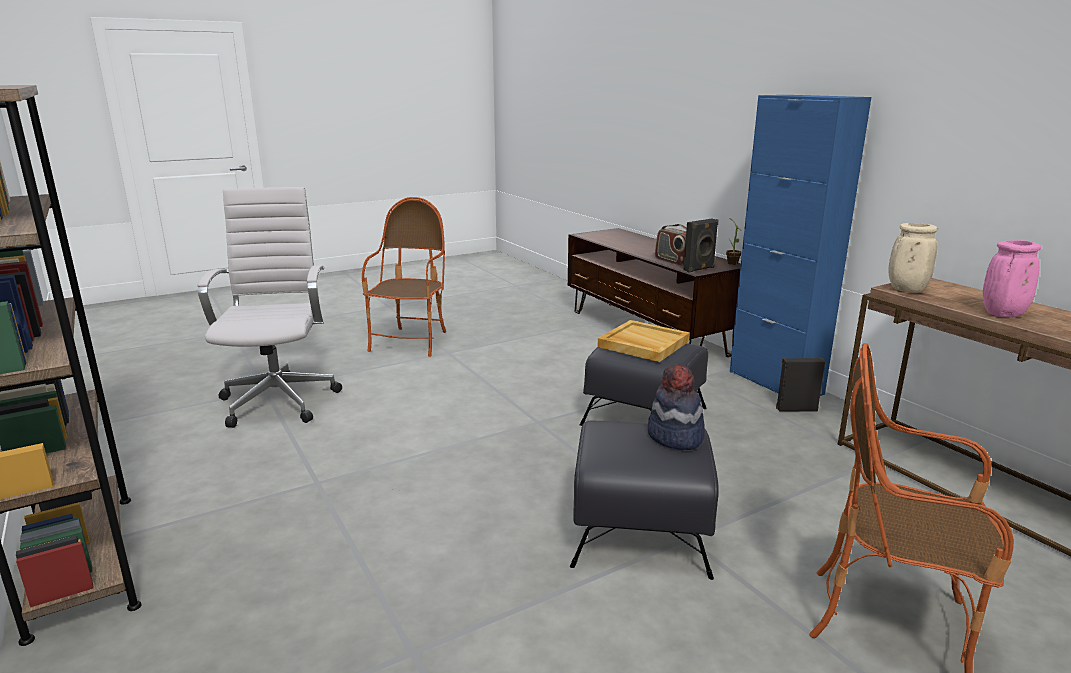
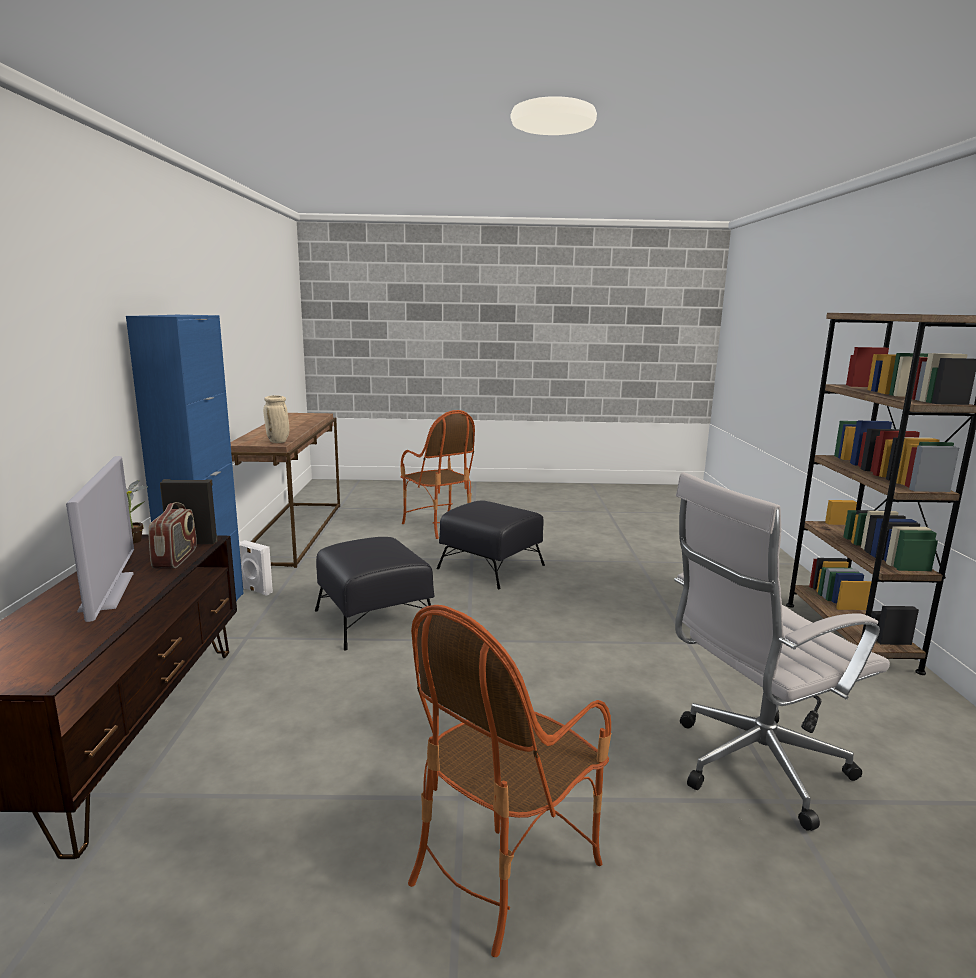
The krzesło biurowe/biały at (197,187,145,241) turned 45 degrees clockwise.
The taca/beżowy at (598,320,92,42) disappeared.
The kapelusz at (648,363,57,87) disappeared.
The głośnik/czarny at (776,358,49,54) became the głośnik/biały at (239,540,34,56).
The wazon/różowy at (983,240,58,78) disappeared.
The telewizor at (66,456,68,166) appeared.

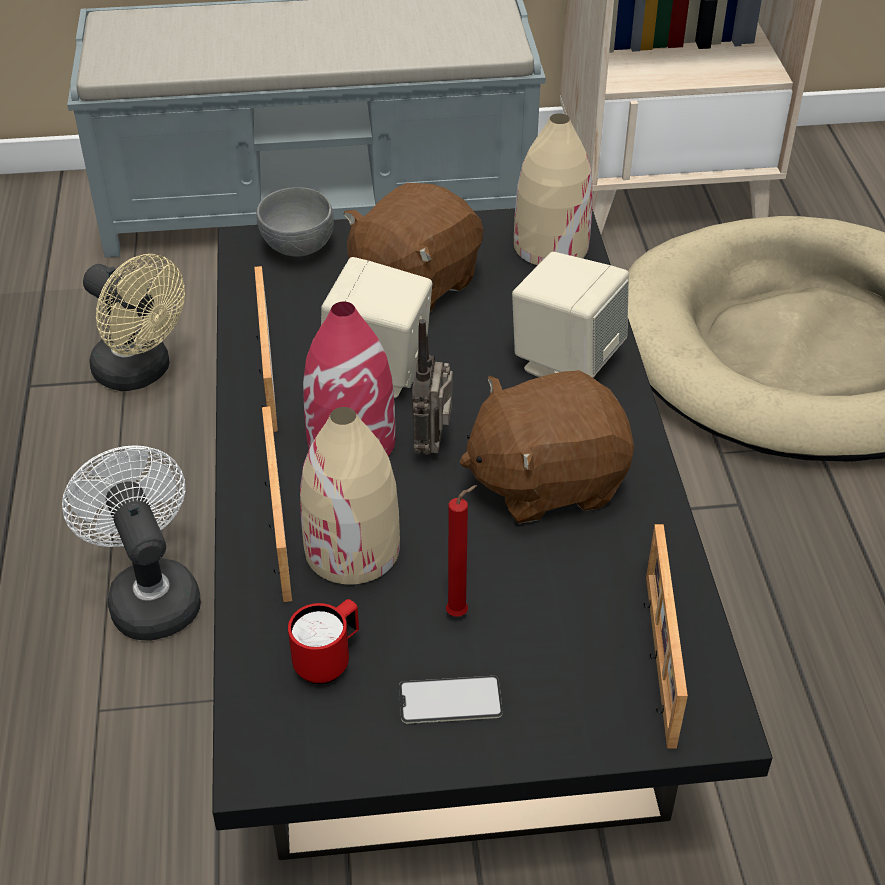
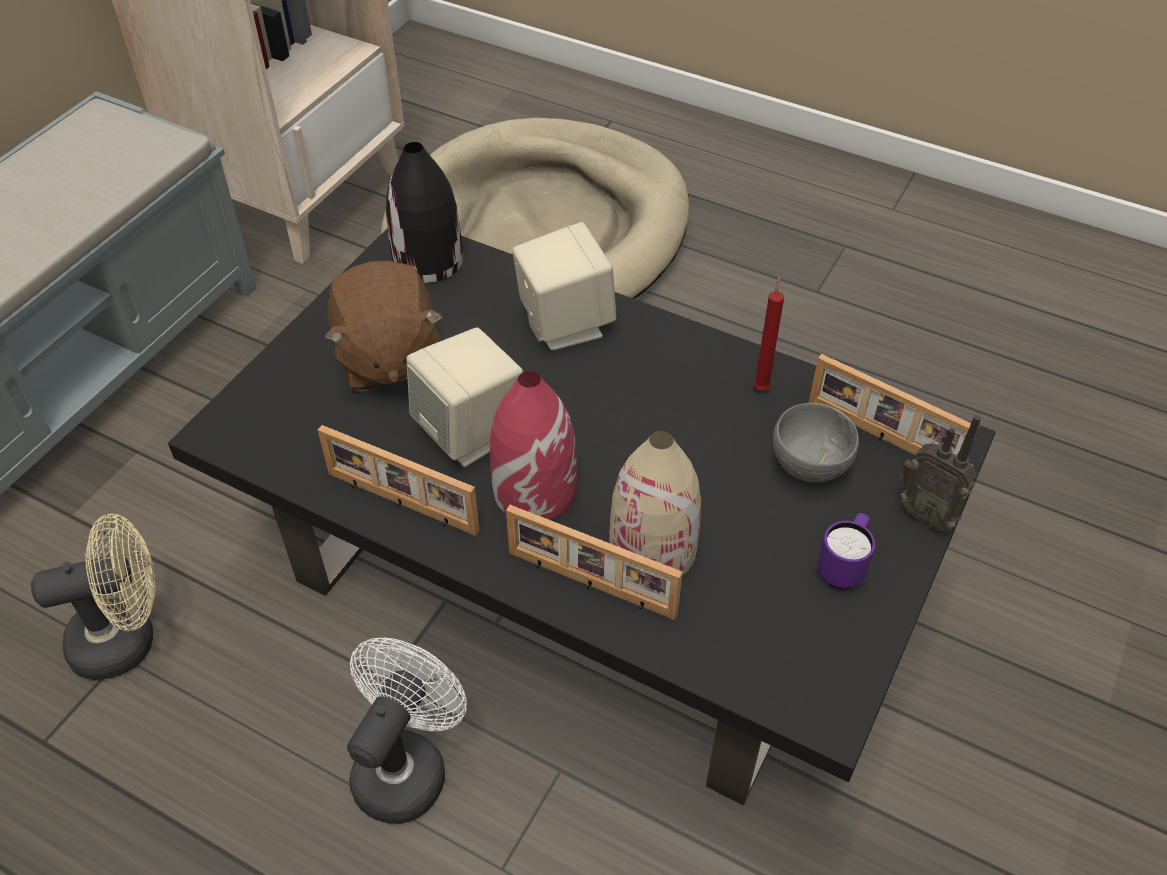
The wentylator/biały at (62,445,139,196) turned 105 degrees clockwise.
The miska/szary moved from (256,187,78,70) to (773,403,86,79).
The kubek/czerwony at (288,599,71,85) disappeared.
The telefon at (399,675,104,49) was replaced by the kubek/fioletowy at (817,513,58,76).
The radio moved from (412,319,41,136) to (899,415,82,116).
The świeca/czerwony moved from (446,485,31,132) to (753,275,31,115).
The pluszak/brązowy at (460,370,174,154) disappeared.
The wazon/beżowy at (514,113,79,152) became the wazon/czarny at (386,142,77,141).

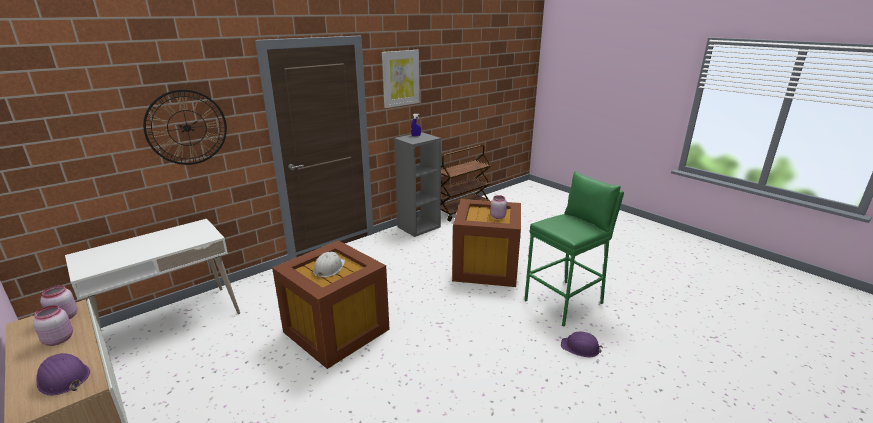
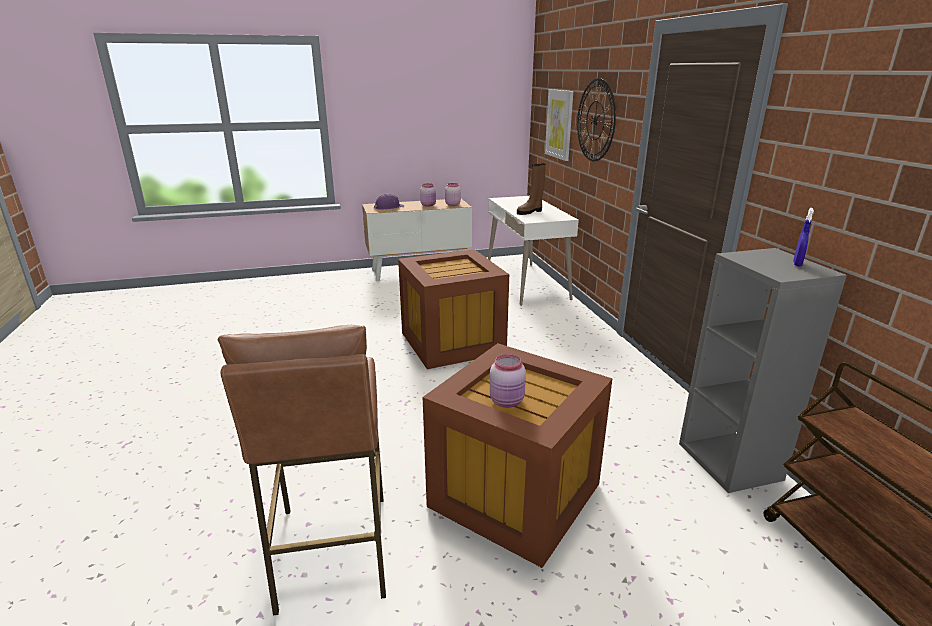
The kask/biały at (313,252,32,27) disappeared.
The obraz moved from (382,50,38,58) to (545,89,28,72).
The stołek/zielony at (524,171,100,156) became the stołek/brązowy at (217,325,169,291).
The kask/fioletowy at (561,332,42,25) disappeared.
The but z cholewką/brązowy at (517,163,29,52) appeared.

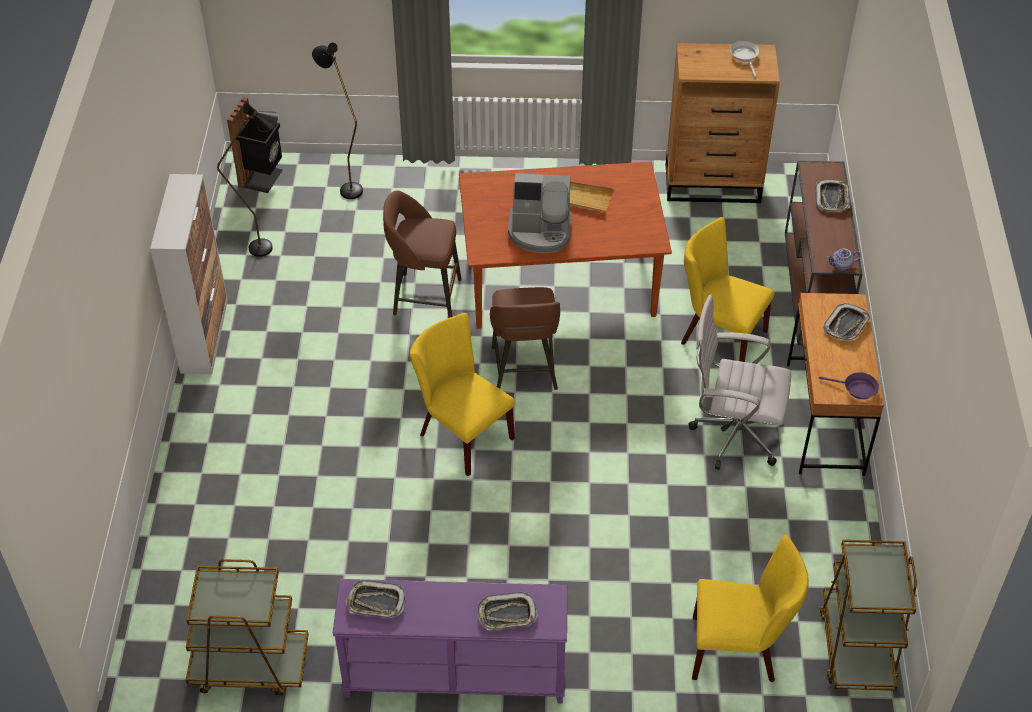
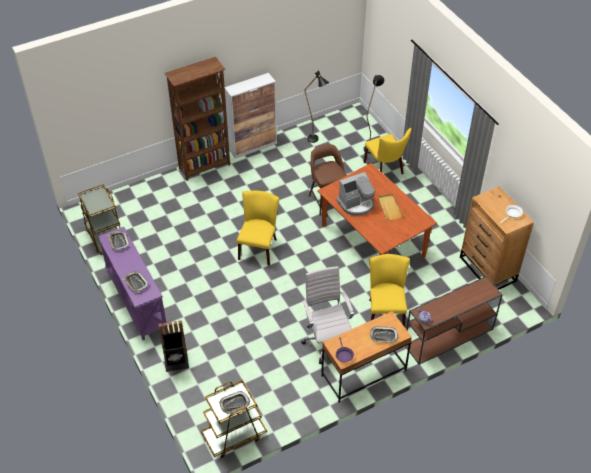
The kosz na śmieci/czarny moved from (227,97,56,96) to (158,320,31,52).
The stołek/brązowy at (490,287,70,103) disappeared.
The ekspres do kawy at (508,173,64,80) turned 90 degrees counterclockwise.
The krzesło/żółty moved from (692,535,117,148) to (363,128,48,47).
The taca moved from (815,179,35,33) to (219,391,31,23).
The regał/brązowy at (165,57,65,124) appeared.

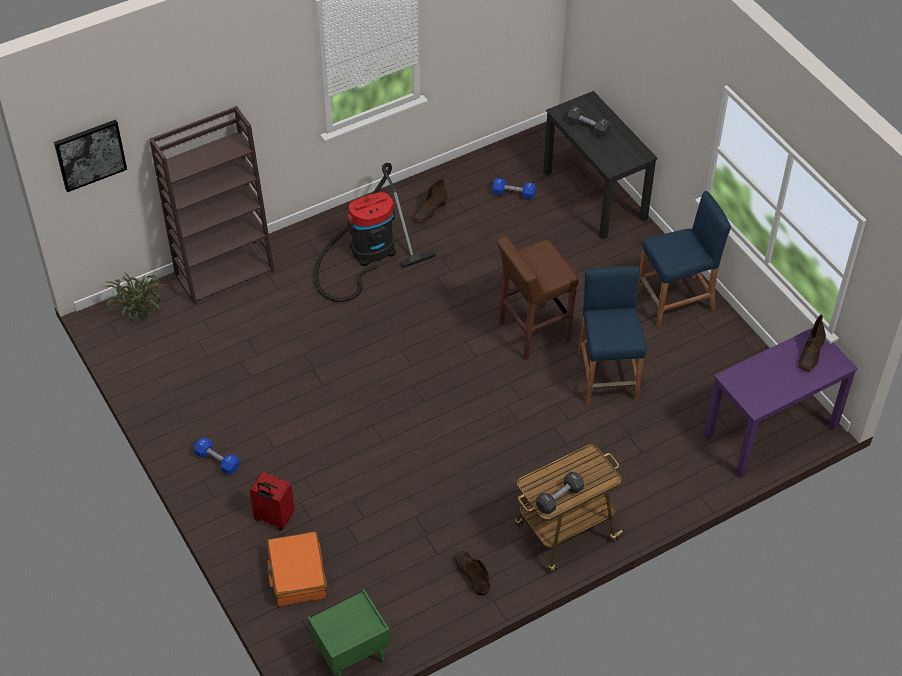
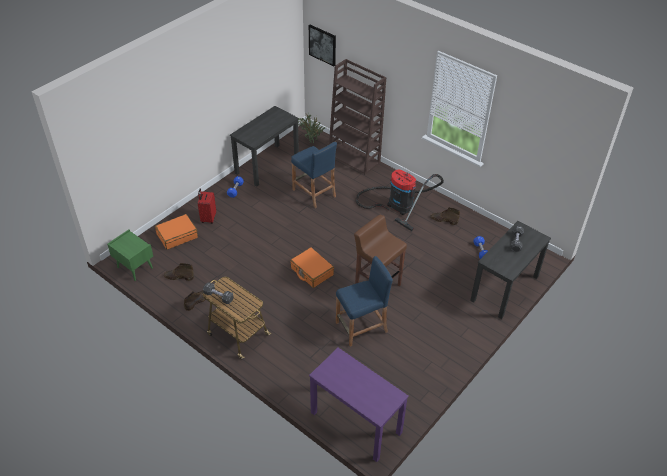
The stołek/niebieski moved from (638,191,93,136) to (291,142,46,66).
The but z cholewką/brązowy moved from (799,314,27,57) to (164,263,30,18).
The biurko/czarny at (230,106,69,81) appeared.
The walizka/pomarańczowy at (290,247,44,41) appeared.

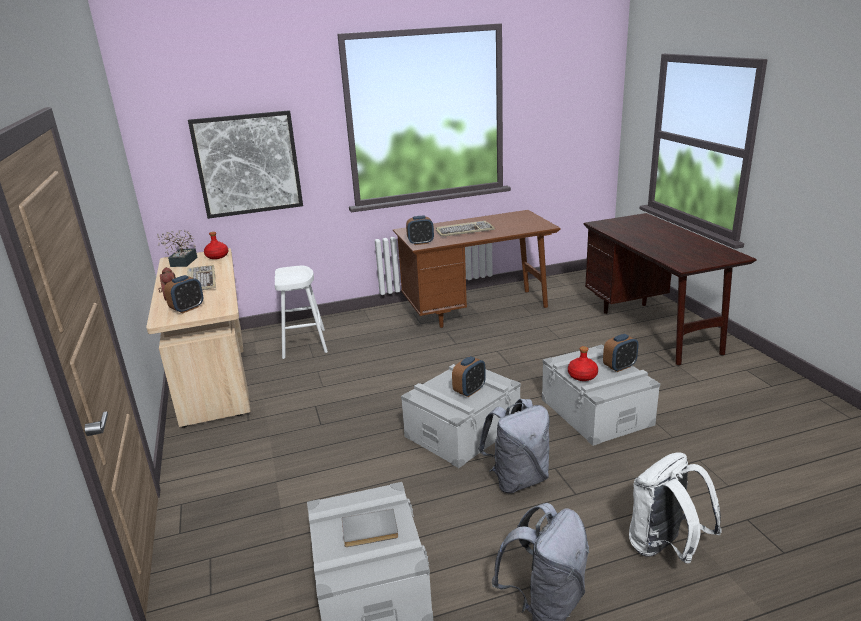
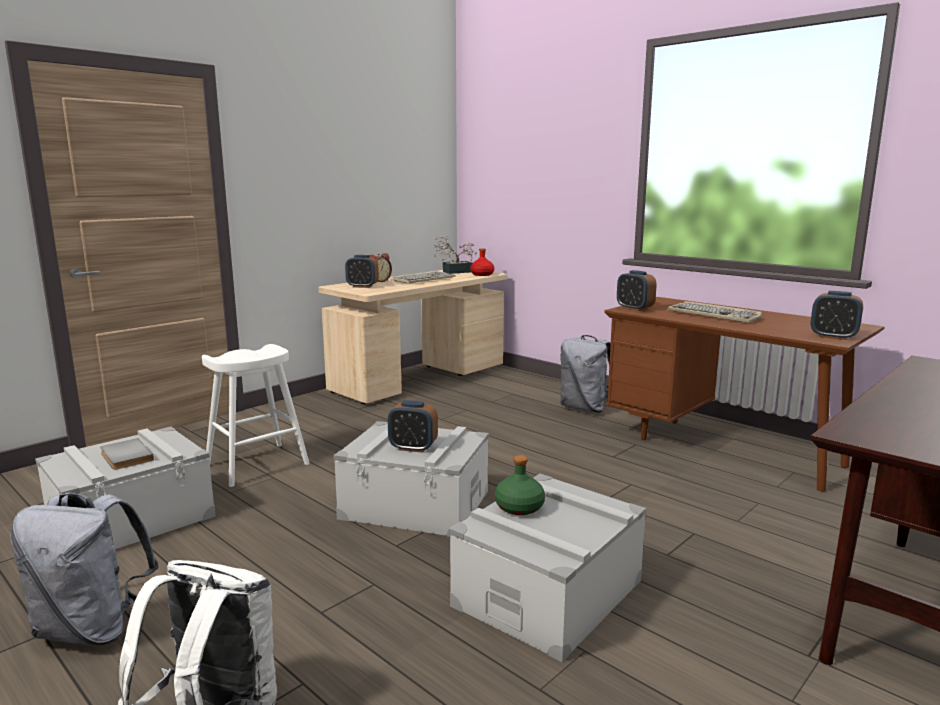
The obraz at (188,110,115,109) disappeared.
The stołek/biały moved from (275,266,53,93) to (202,344,108,143).
The plecak/szary moved from (478,399,72,94) to (560,335,51,78).
The butelka/czerwony at (568,346,30,35) became the butelka/zielony at (495,455,50,60).
The budzik moved from (603,334,35,38) to (811,291,52,49).

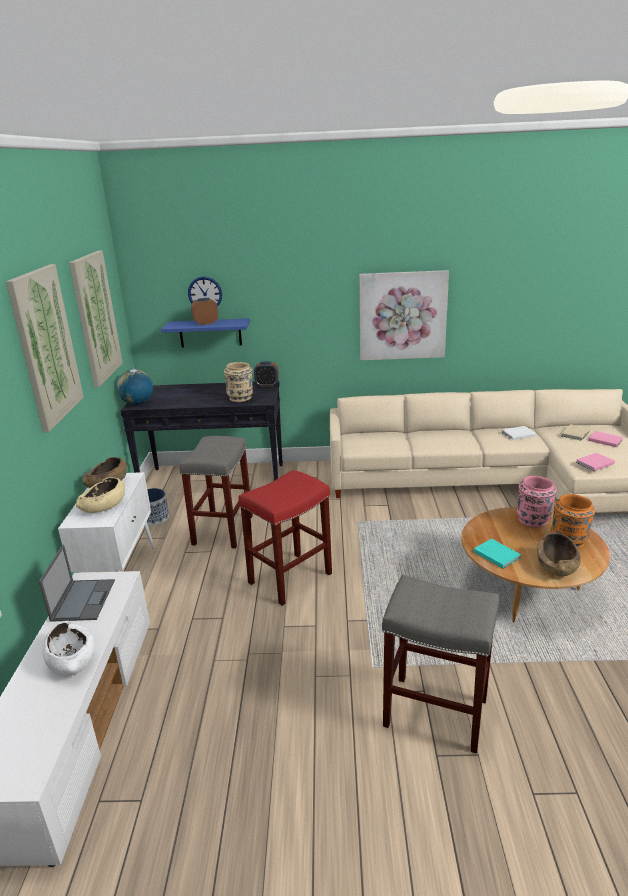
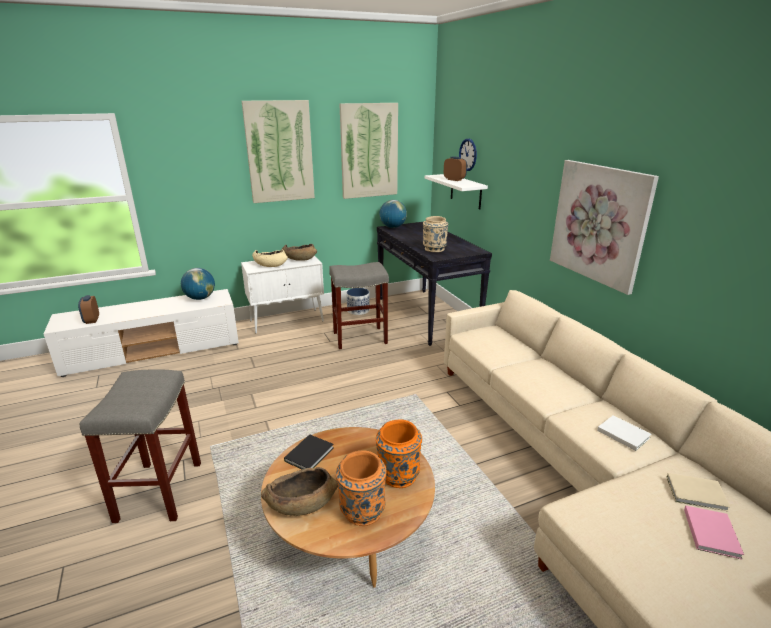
The laptop at (39,545,76,77) was replaced by the globus at (181,268,34,32).
The miska/biały at (42,621,53,55) disappeared.
The półka/niebieski at (161,318,89,30) became the półka/biały at (425,174,63,36).
The stołek/czerwony at (238,470,94,136) disappeared.
The budzik moved from (254,361,25,26) to (78,295,21,29).
The książka/turkusowy at (474,539,47,30) became the książka/czarny at (284,434,50,35).
The wazon/różowy at (516,476,41,51) became the wazon/pomarańczowy at (376,420,46,68).
The książka/różowy at (576,453,39,18) disappeared.

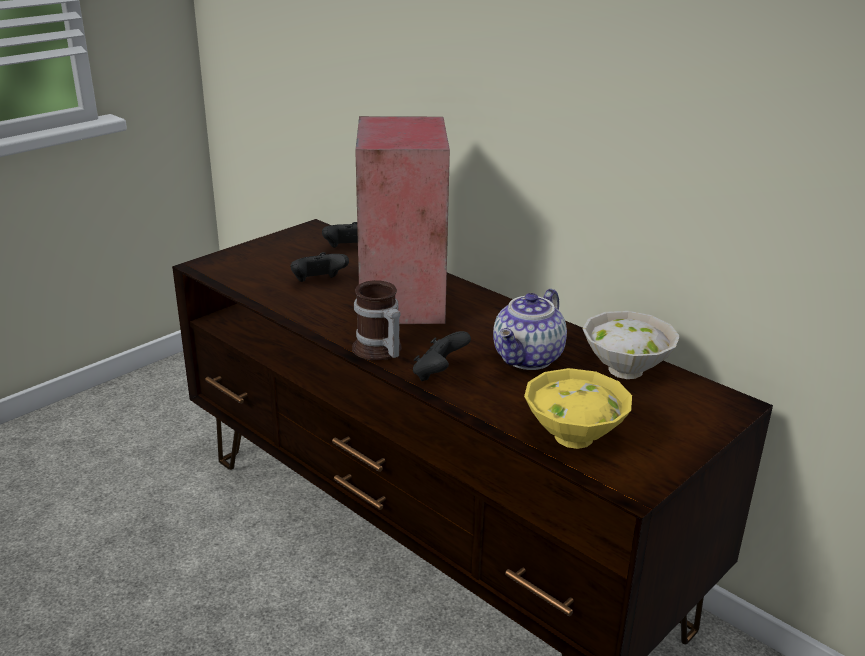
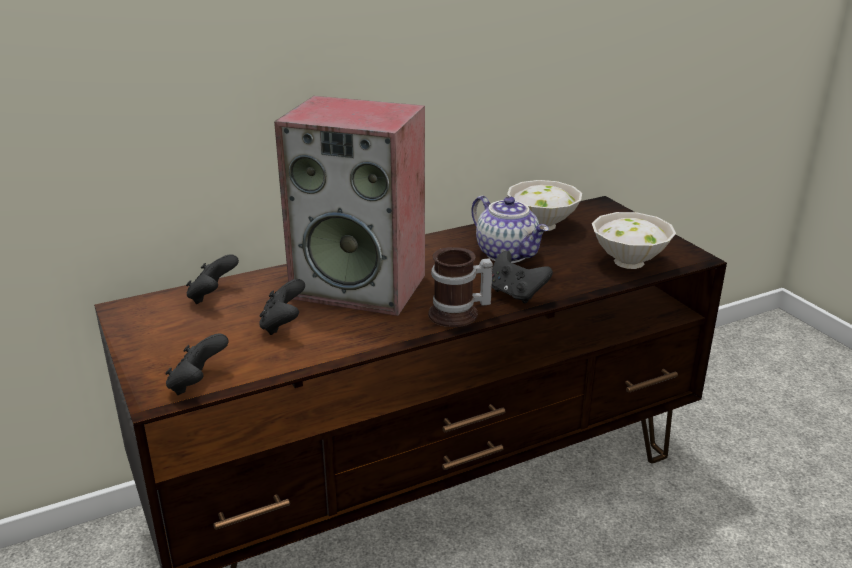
The miska/żółty at (524,368,108,81) became the miska/biały at (592,212,84,57).
The pad do gier/czarny at (165,334,64,61) appeared.

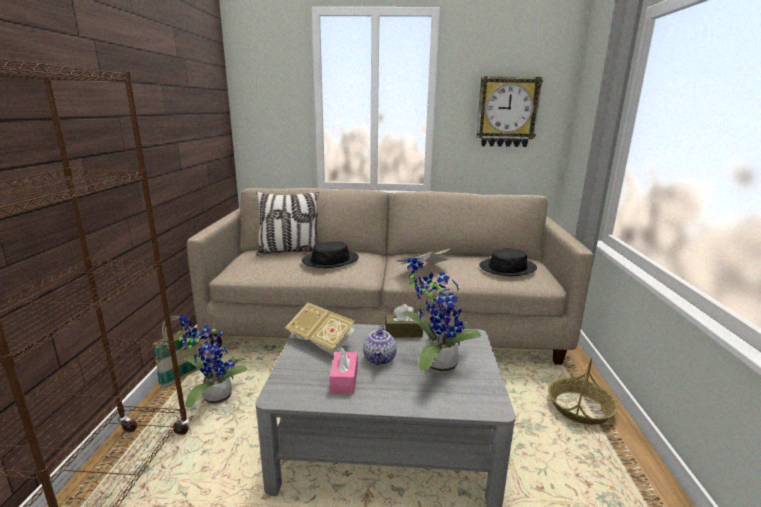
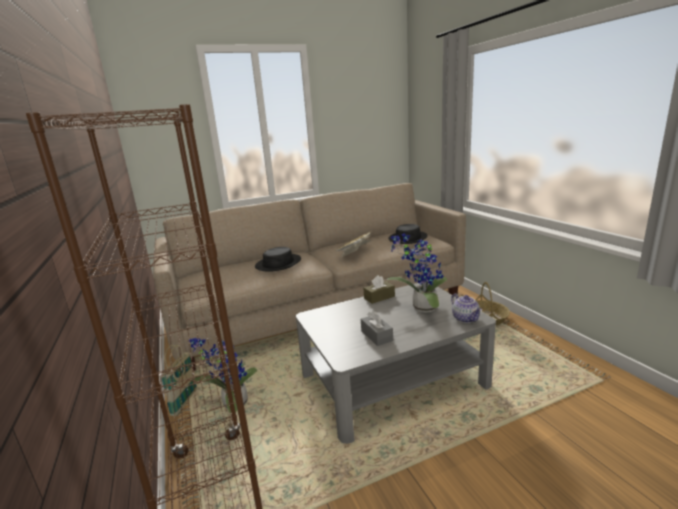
The poduszka at (256,191,63,64) disappeared.
The książka at (285,303,71,53) disappeared.
The pudełko chusteczek/różowy at (329,347,29,47) became the pudełko chusteczek/szary at (361,310,32,36).
The imbryk moved from (363,325,34,40) to (451,293,31,30).
The zegar ścienny at (476,76,67,71) disappeared.

